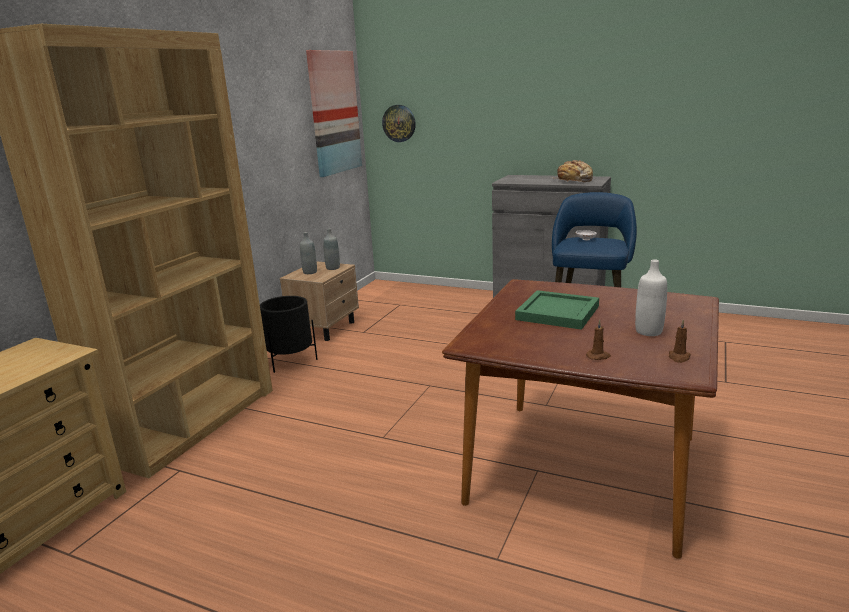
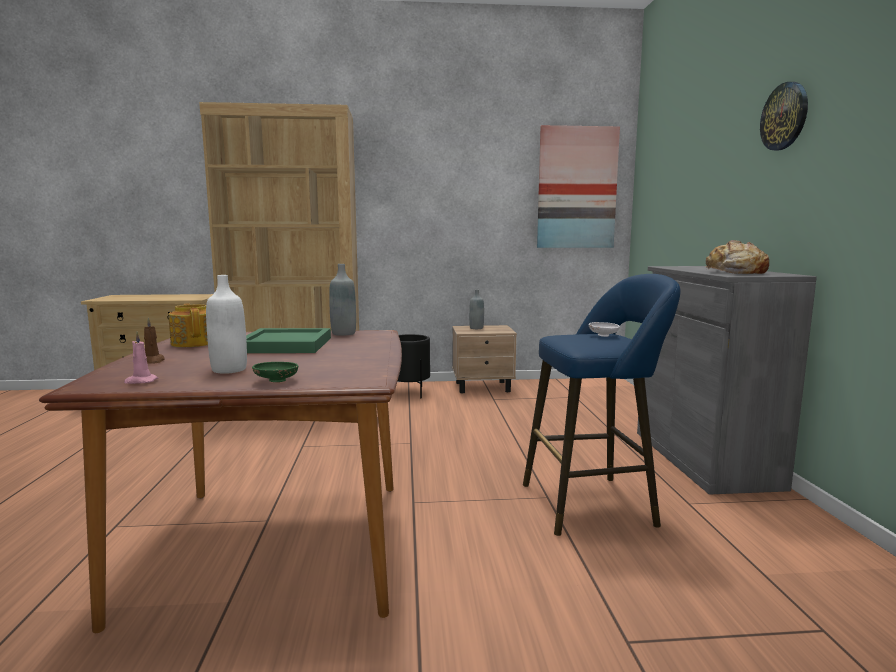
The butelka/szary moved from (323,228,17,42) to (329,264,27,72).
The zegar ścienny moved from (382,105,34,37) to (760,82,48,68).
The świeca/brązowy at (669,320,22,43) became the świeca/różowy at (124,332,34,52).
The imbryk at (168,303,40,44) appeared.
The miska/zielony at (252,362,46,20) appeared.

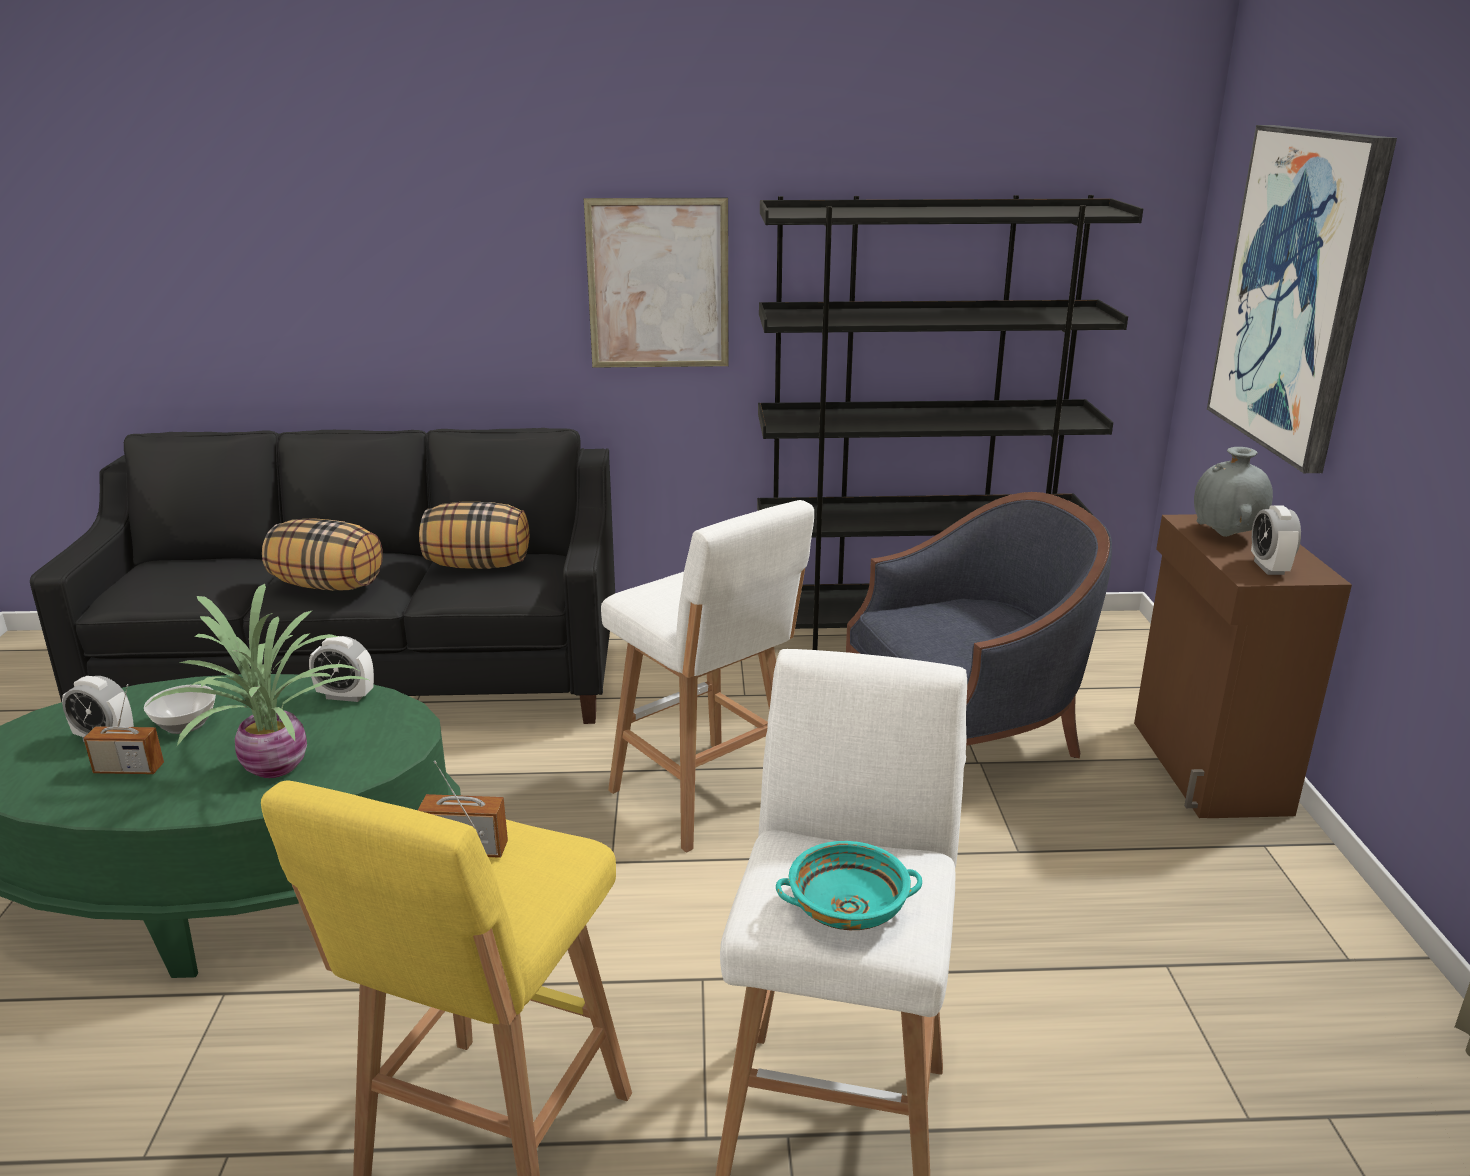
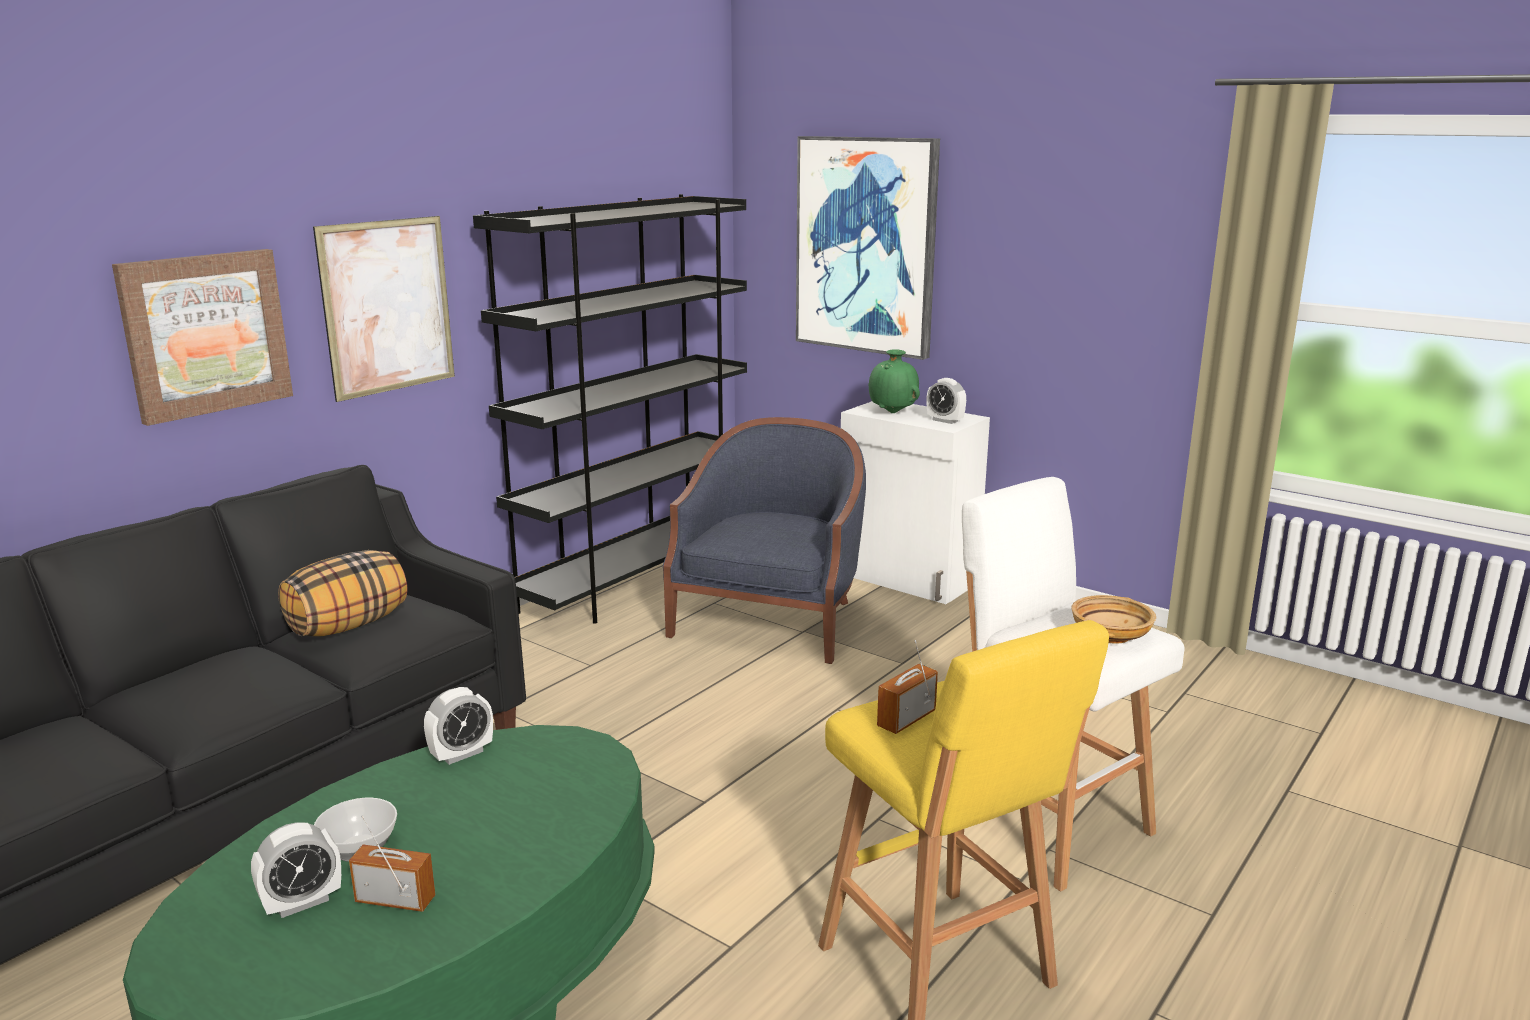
The radio at (83,684,81,90) turned 120 degrees counterclockwise.
The roślina doniczkowa at (148,584,223,194) disappeared.
The poduszka at (262,518,121,73) disappeared.
The stołek/biały at (601,500,213,352) disappeared.
The miska/turkusowy at (776,841,146,89) became the miska/beżowy at (1071,595,85,49).
The szafka/brązowy at (1134,514,218,304) became the szafka/biały at (841,401,149,203).
The wazon/szary at (1194,447,79,90) became the wazon/zielony at (869,349,51,64).
The obraz at (112,249,181,177) appeared.

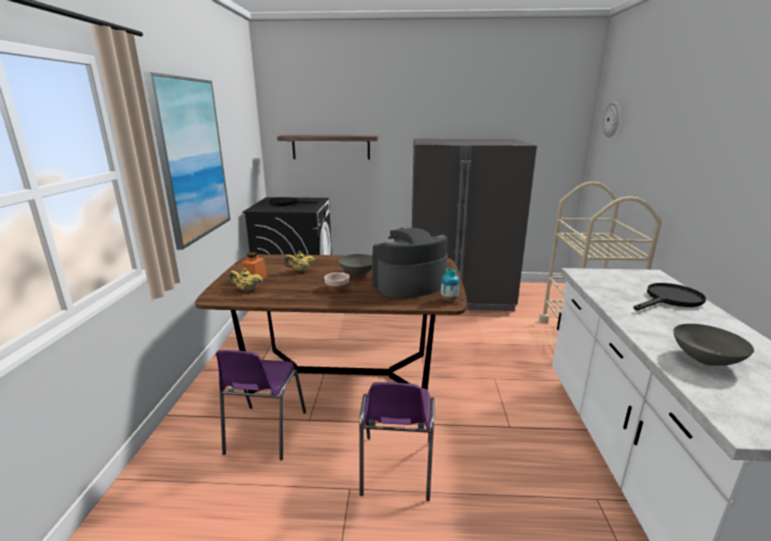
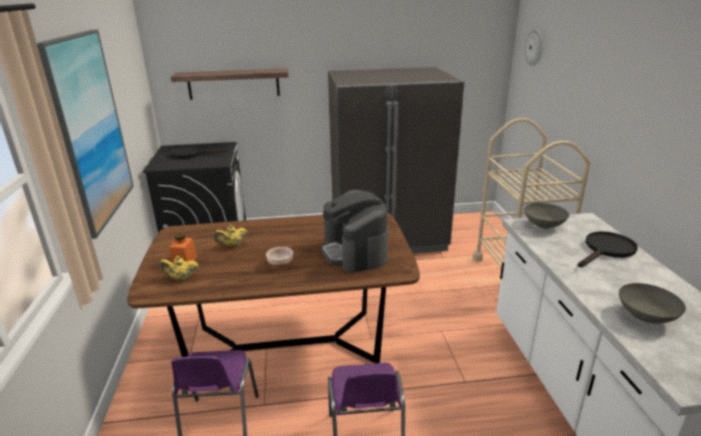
The miska/szary moved from (339,254,33,22) to (524,203,45,26).
The ekspres do kawy at (372,228,76,70) turned 75 degrees counterclockwise.
The wazon at (441,268,18,33) disappeared.

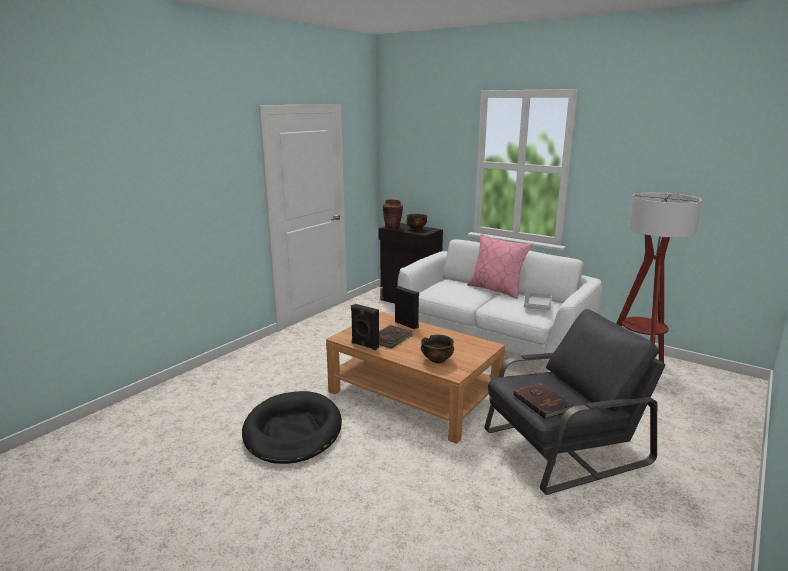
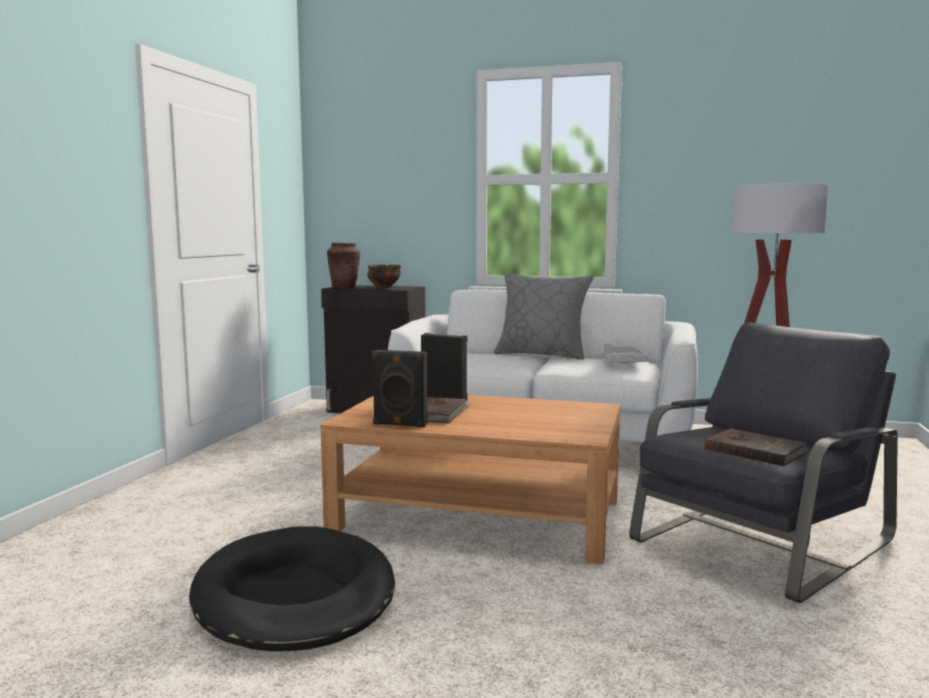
The miska at (421,335,33,28) disappeared.
The poduszka/różowy at (467,234,66,65) became the poduszka/szary at (494,273,100,87).

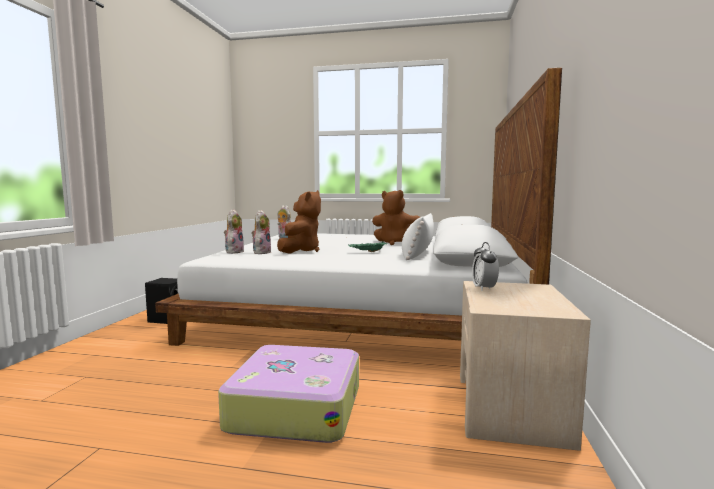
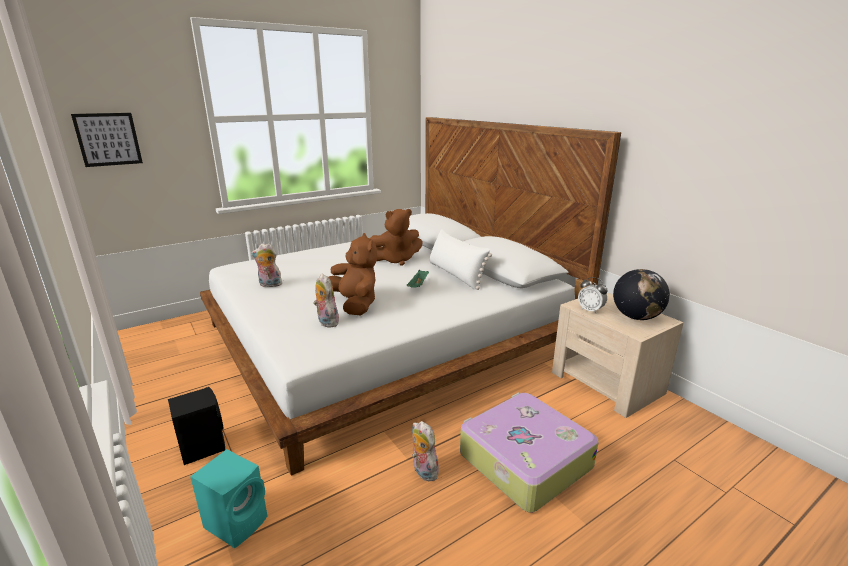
The pluszak moved from (224,209,20,45) to (412,421,27,60).
The obraz at (71,113,72,54) appeared.
The głośnik/turkusowy at (190,449,77,100) appeared.
The globus at (613,269,57,51) appeared.

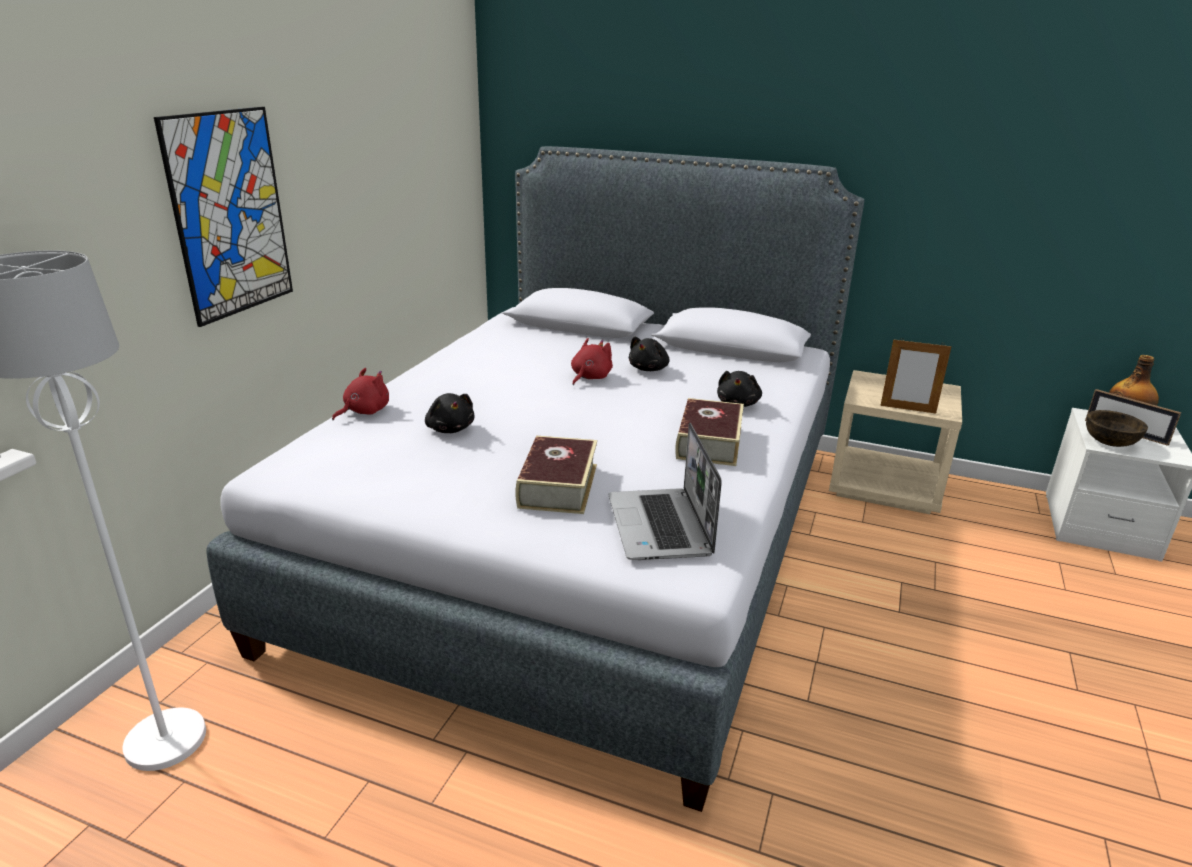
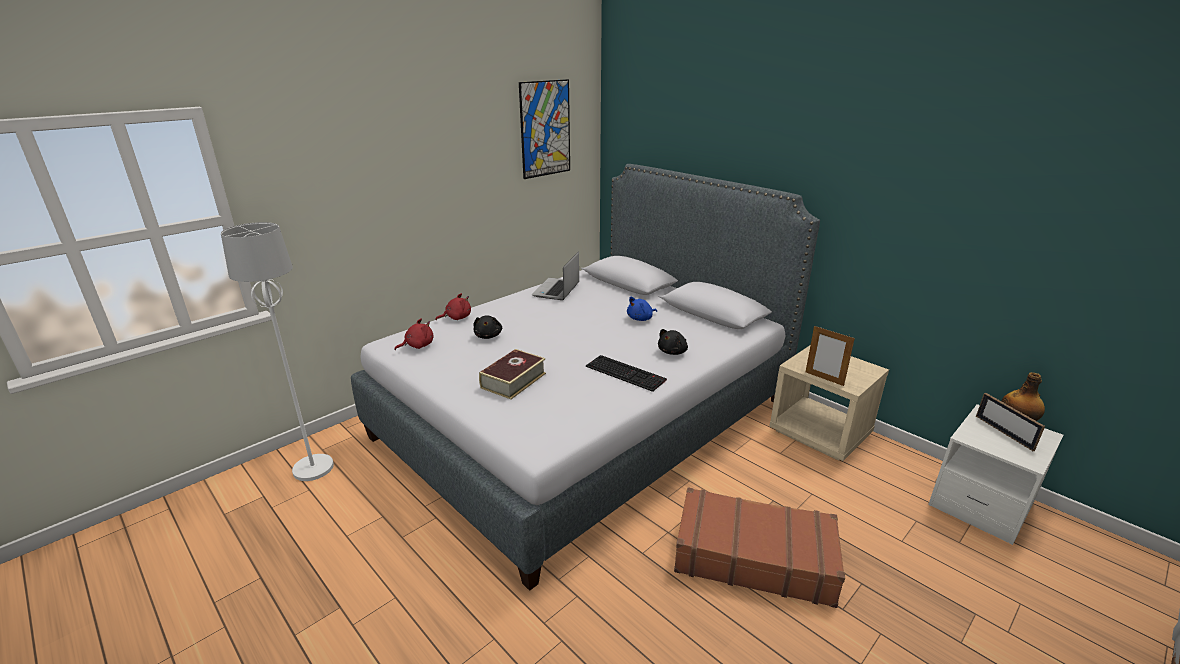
The obraz moved from (154,107,139,220) to (519,79,51,100).
The pluszak/czerwony moved from (571,338,42,47) to (394,318,40,32).
The laptop moved from (608,423,114,137) to (532,251,47,49).
The pluszak/czarny at (629,337,41,34) became the pluszak/niebieski at (627,297,30,24).
The książka at (675,398,69,68) was replaced by the klawiatura at (586,355,81,37).
The miska/brązowy at (1086,410,62,37) disappeared.
The walizka/brązowy at (674,487,171,121) appeared.

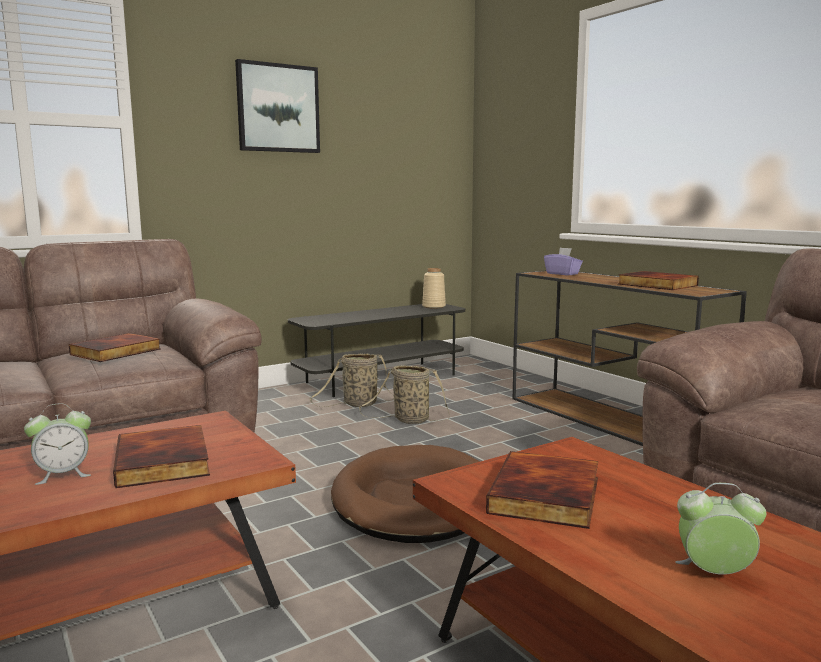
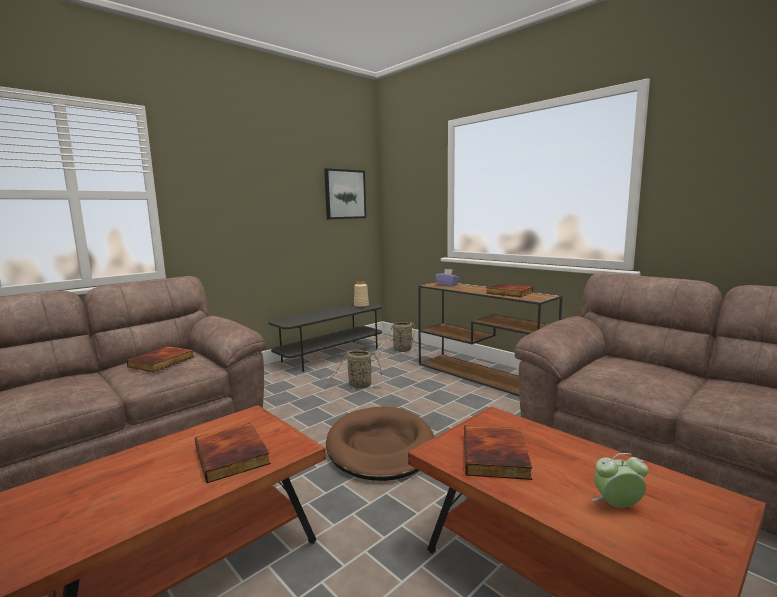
The budzik at (24,403,67,82) disappeared.
The obraz moved from (235,59,85,94) to (324,168,42,51).
The koszyk moved from (310,354,83,53) to (376,322,42,32).

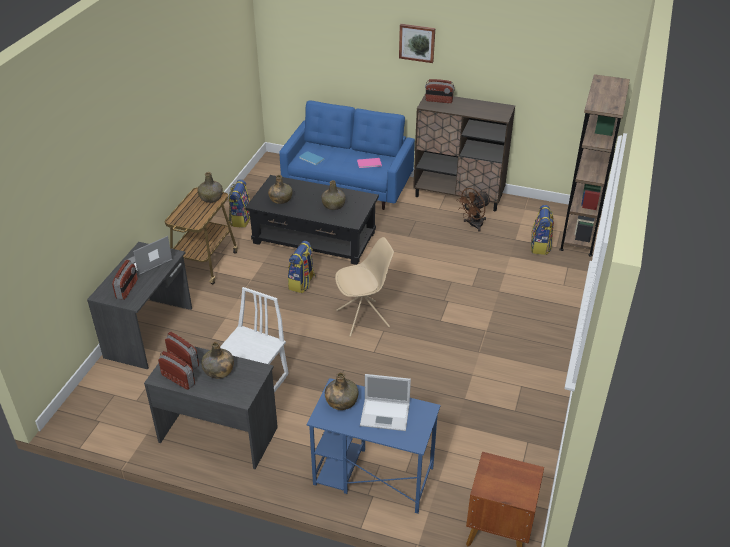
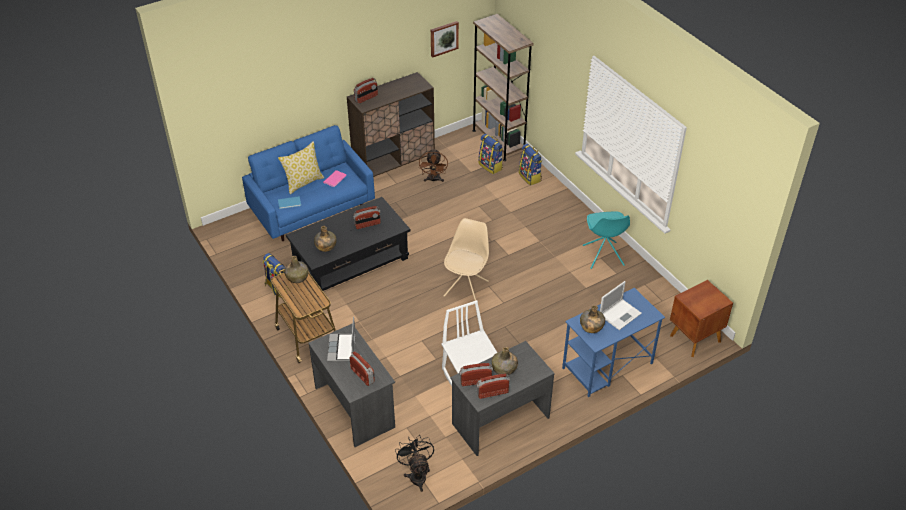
The plecak moved from (288,241,28,52) to (519,144,23,42).
The butelka/zielony at (321,180,24,30) was replaced by the radio at (353,206,28,23).
The obraz moved from (399,24,36,39) to (431,21,28,37).
The poduszka at (278,141,47,53) appeared.
The wentylator/czarny at (395,436,39,56) appeared.
The krzesło/turkusowy at (583,212,47,57) appeared.

